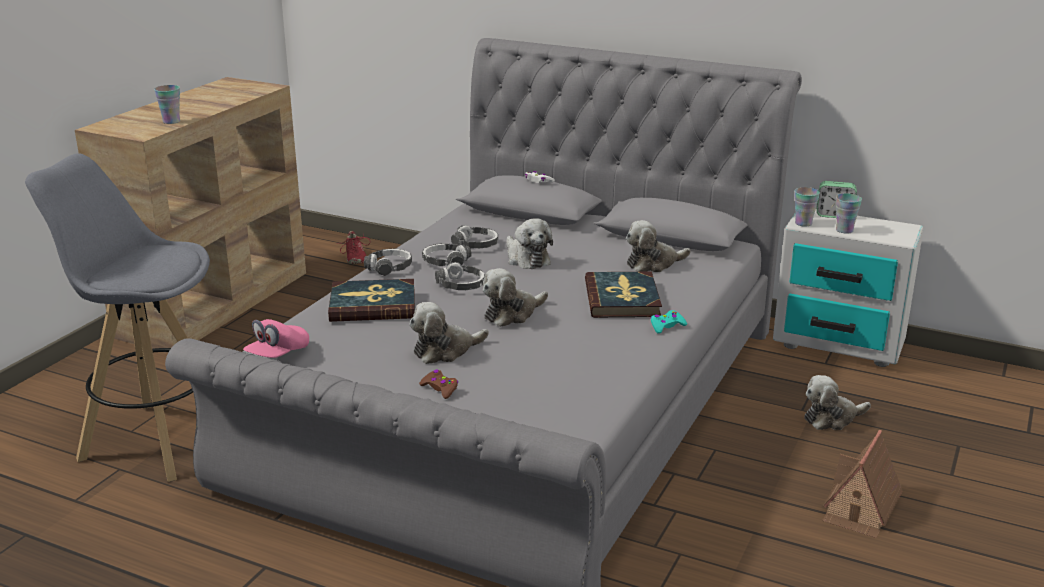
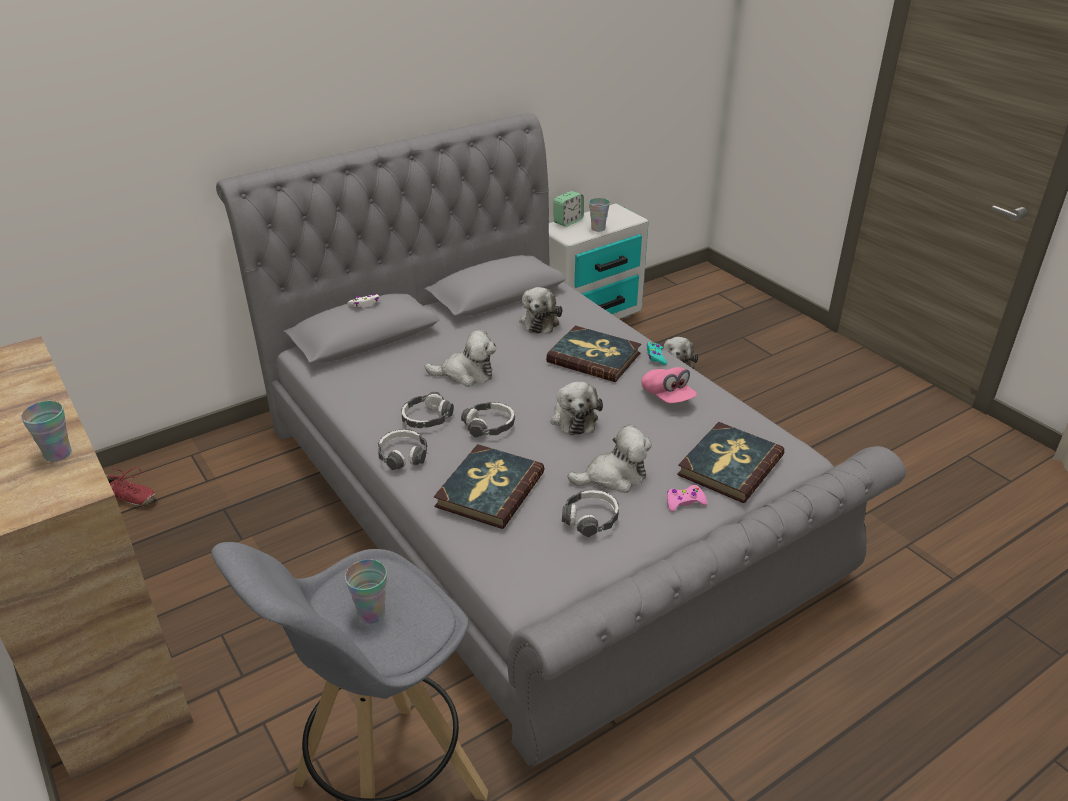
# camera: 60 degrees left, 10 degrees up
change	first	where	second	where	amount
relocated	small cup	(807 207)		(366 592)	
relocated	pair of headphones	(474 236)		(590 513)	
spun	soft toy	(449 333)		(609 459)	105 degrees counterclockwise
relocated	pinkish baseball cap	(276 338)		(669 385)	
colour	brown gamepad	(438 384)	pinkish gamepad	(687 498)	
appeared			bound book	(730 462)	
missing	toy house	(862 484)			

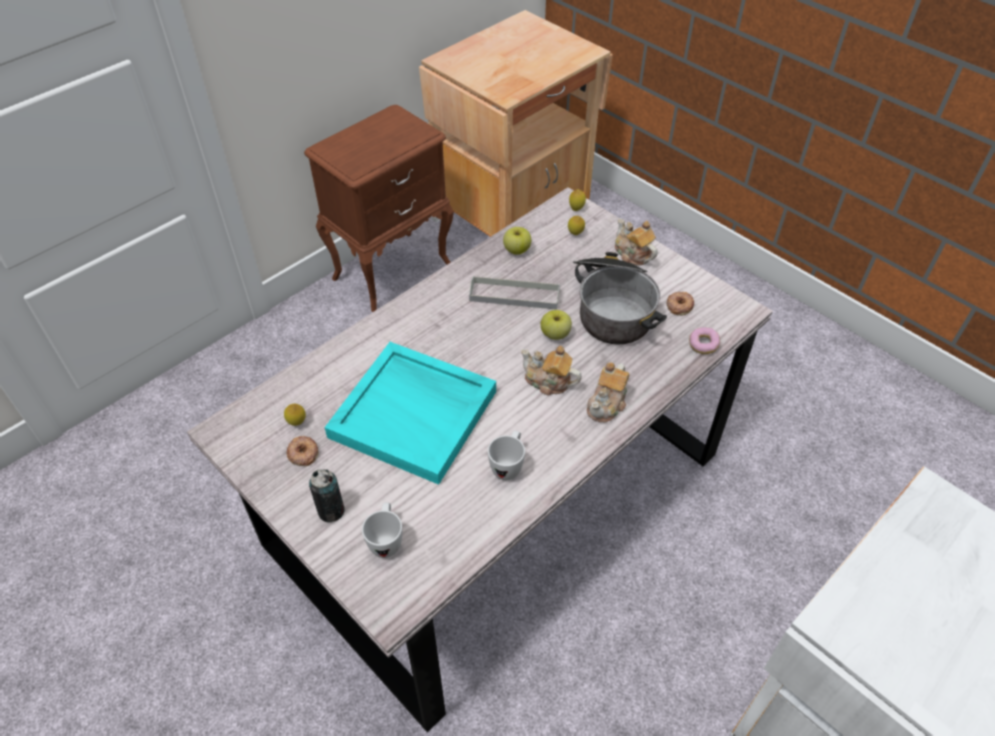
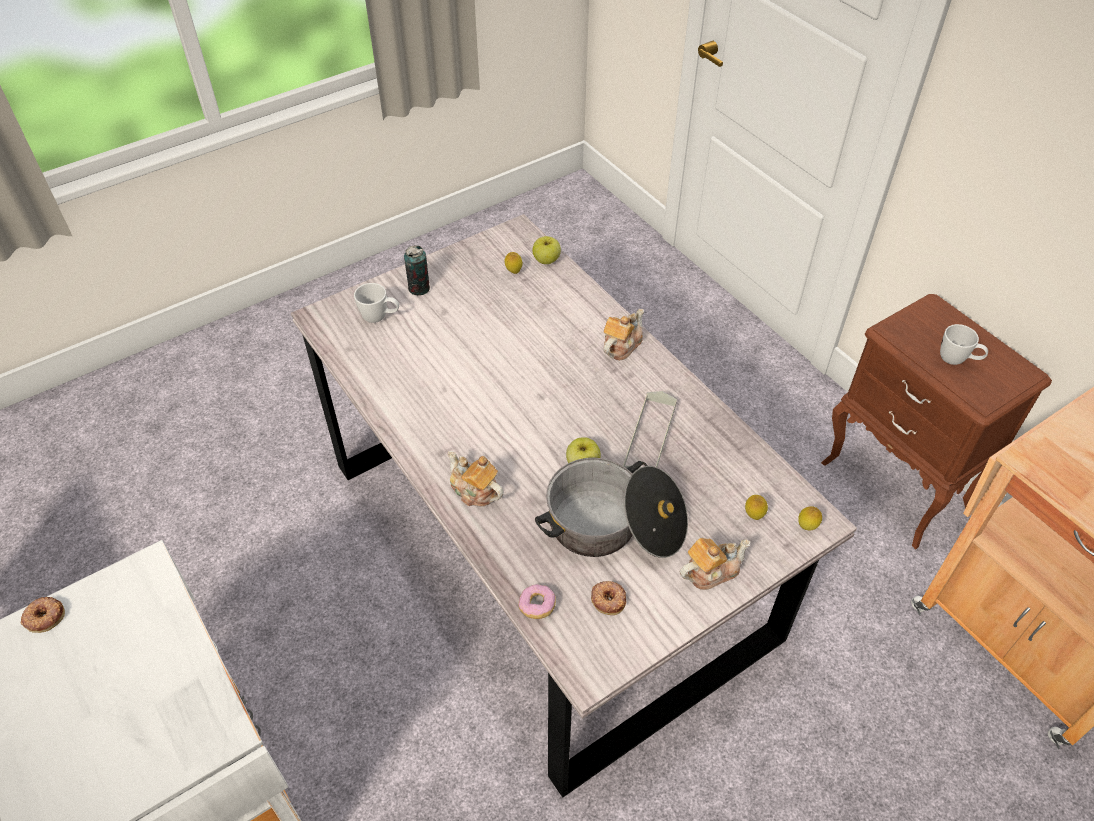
# camera: 100 degrees right, 0 degrees up
change	first	where	second	where	amount
relocated	donut	(302 451)		(43 615)	
relocated	apple fruit	(517 241)		(547 250)	
relocated	teapot	(551 371)		(623 334)	
relocated	white-coloured tea mug	(506 455)		(964 344)	
missing	blue-green serving tray	(410 413)			

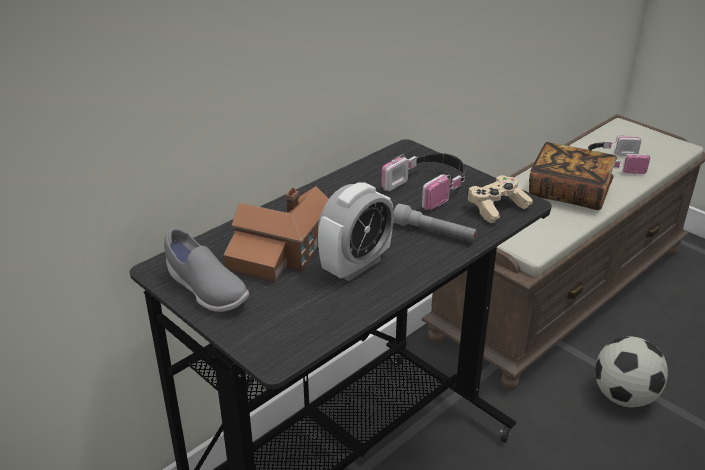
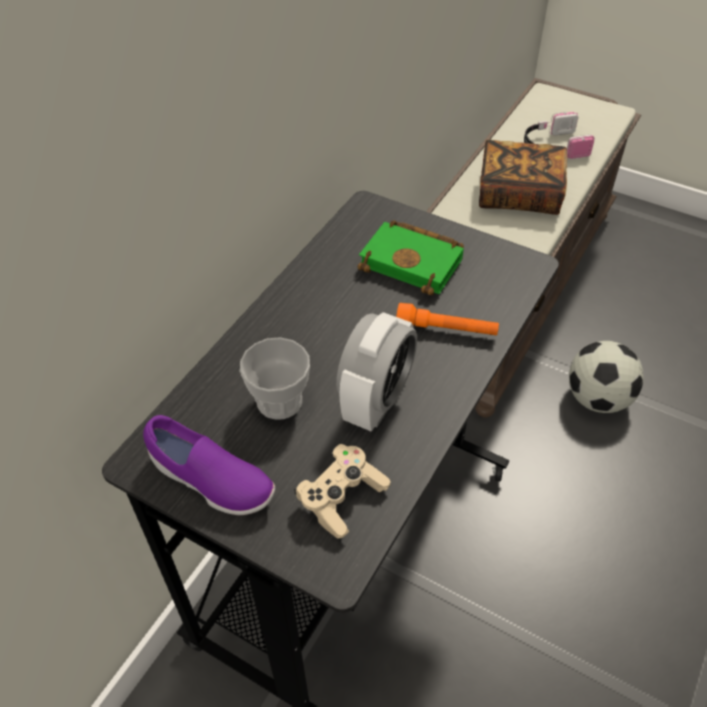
# camera: 15 degrees left, 15 degrees up
change	first	where	second	where	amount
colour	gray shoe	(206 269)	purple shoe	(209 465)	
exchanged	toy house	(276 235)	small cup	(275 378)	
relocated	beige-coloured gamepad	(500 199)		(342 491)	
exchanged	pair of headphones	(423 181)	green-coloured bound book	(411 258)	
colour	gray hand torch	(435 222)	orange-coloured hand torch	(447 319)	

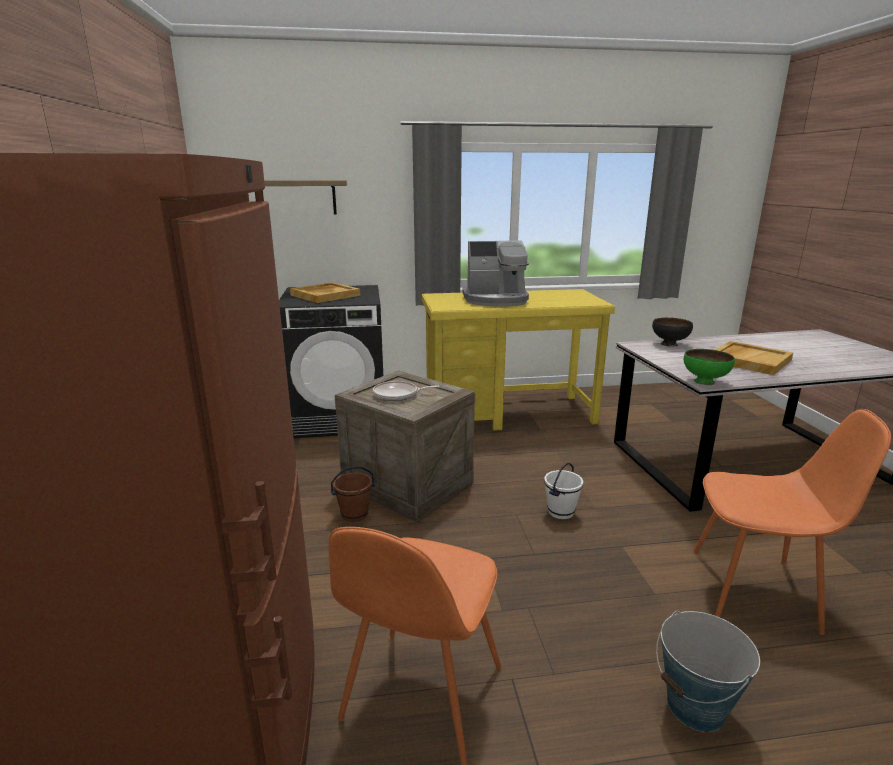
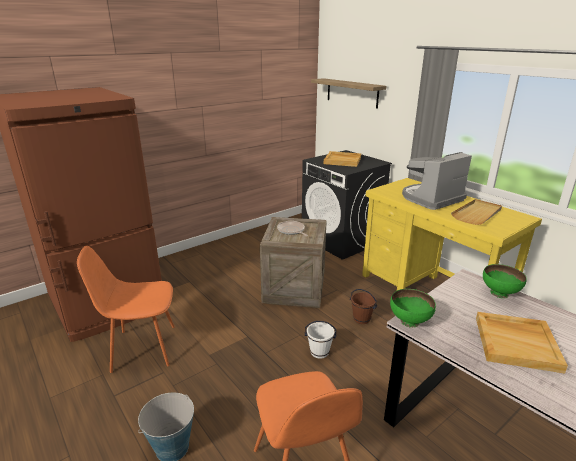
# camera: 60 degrees right, 5 degrees up
change	first	where	second	where	amount
relocated	brown bucket	(353 494)		(364 306)	
spun	coffee brewer	(495 274)		(437 181)	90 degrees clockwise
appeared			beige-coloured serving tray	(476 212)	
colour	black-coloured deep dish	(672 332)	green-coloured deep dish	(505 281)	

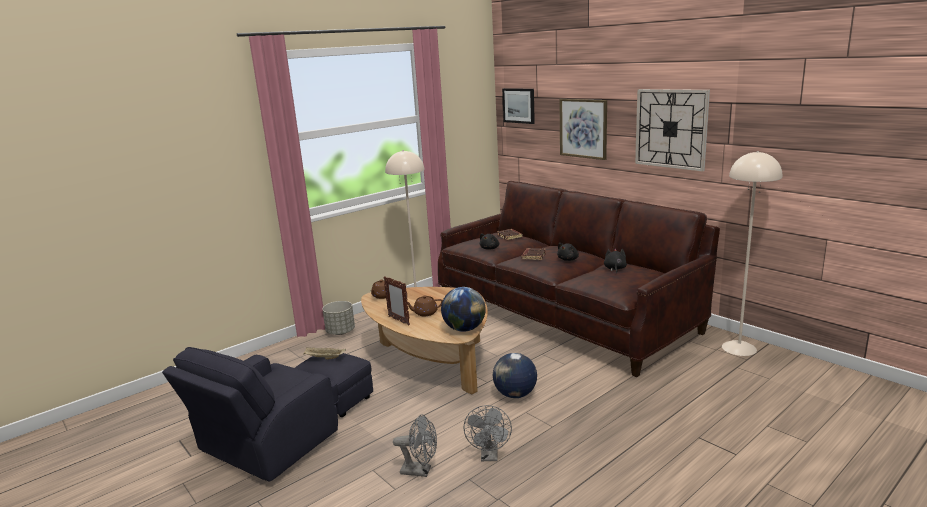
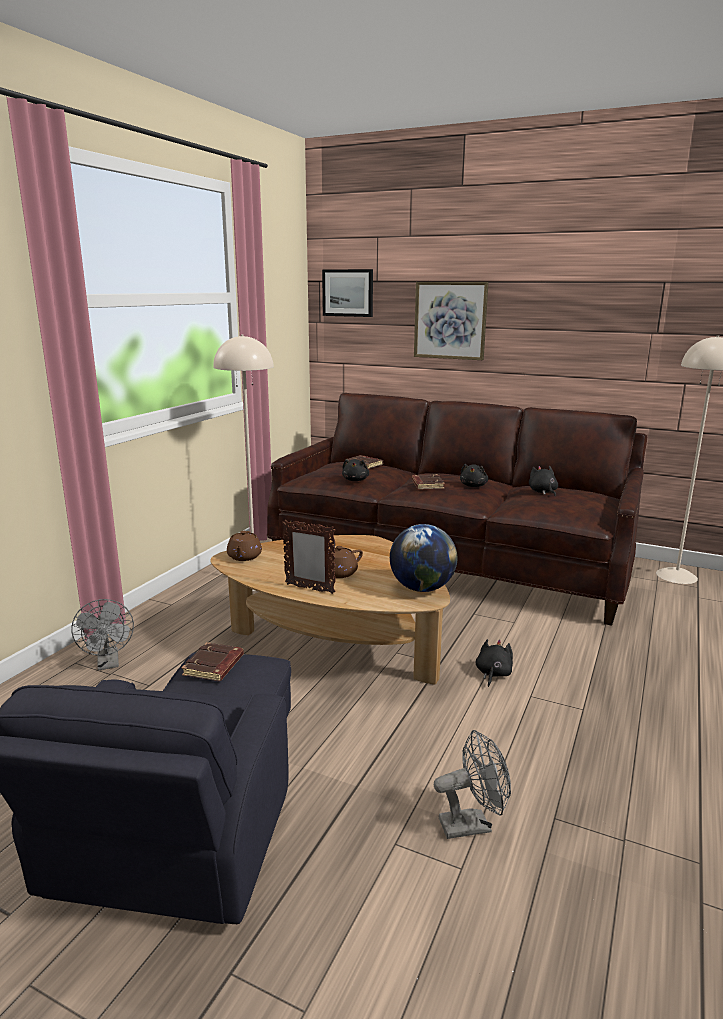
# camera: 25 degrees left, 0 degrees up
change	first	where	second	where	amount
relocated	gray fan	(487 433)		(102 634)	
exchanged	beige-coloured serving tray	(324 353)	brown bound book	(212 661)	
exchanged	globe	(515 375)	black-coloured soft toy	(494 663)	
missing	gray planter	(338 318)			
missing	wall clock	(672 130)			

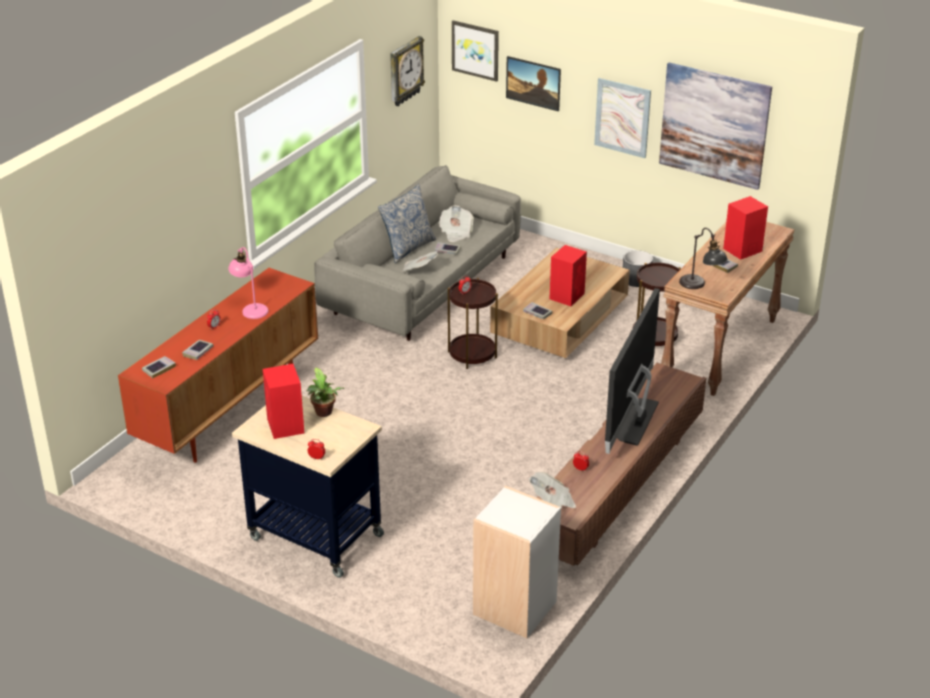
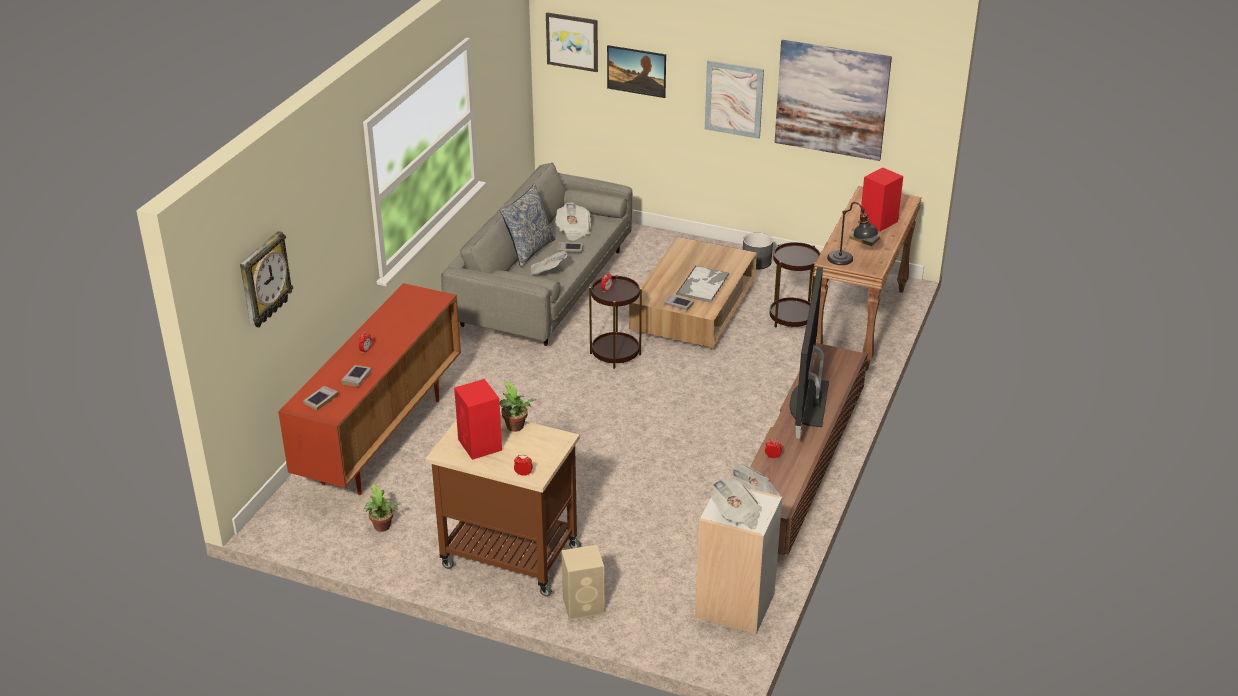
# camera: 10 degrees left, 0 degrees up
change	first	where	second	where	amount
relocated	wall clock	(407 71)		(266 279)	
appeared			potted plant	(383 508)	
colour	bluish cart	(308 487)	brown cart	(503 506)	
appeared			beige-coloured speaker	(583 582)	
exchanged	reddish speaker	(568 275)	serving tray	(703 284)	
appeared			newspaper	(736 503)	
missing	pinkish tabletop lamp	(248 283)			

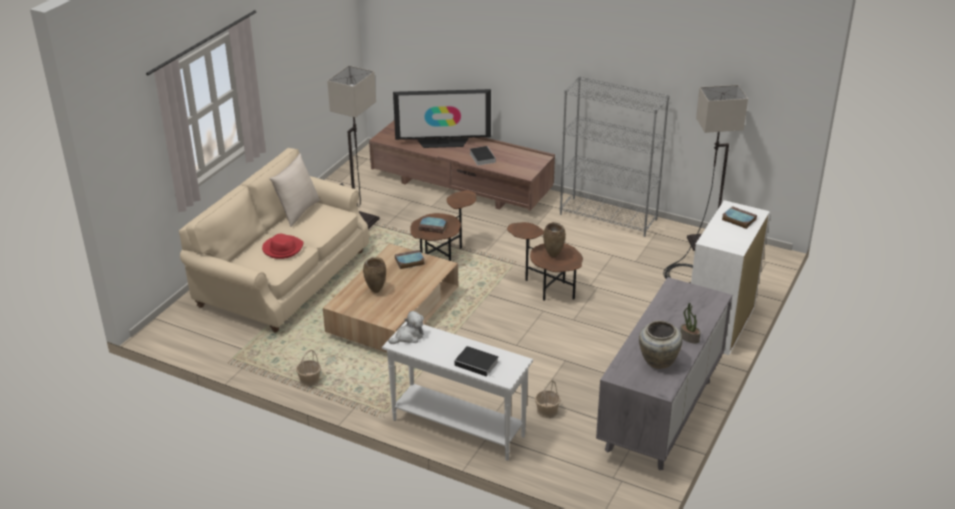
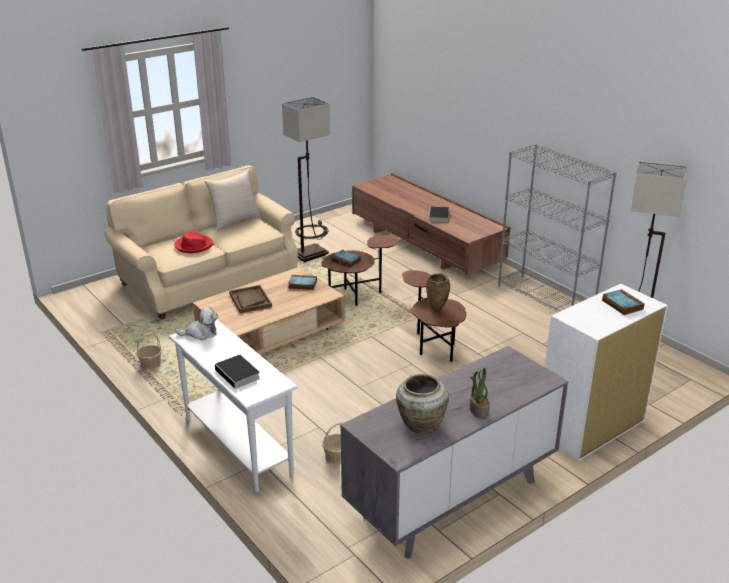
# camera: 25 degrees right, 5 degrees down
change	first	where	second	where	amount
exchanged	brown decorative vase	(374 275)	brown serving tray	(250 299)	
missing	TV	(442 118)			

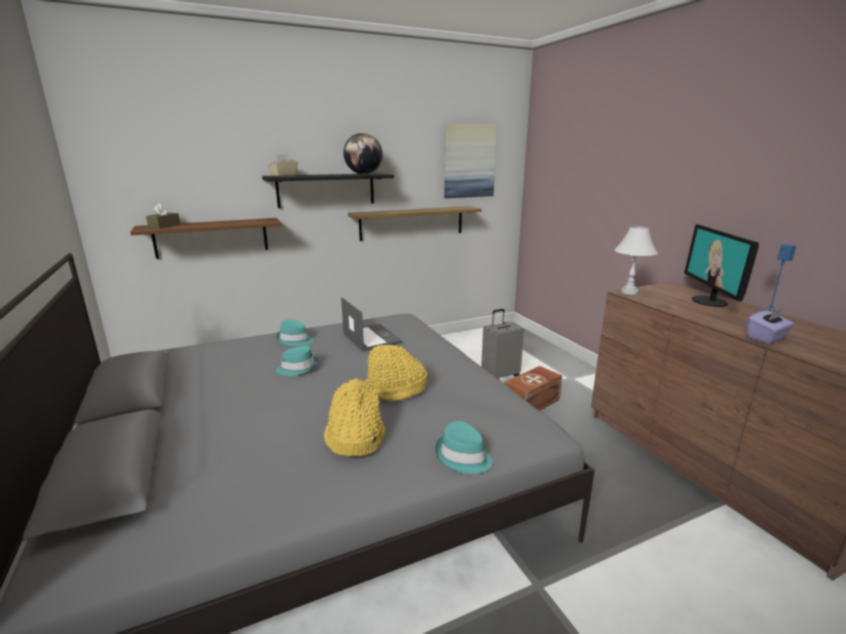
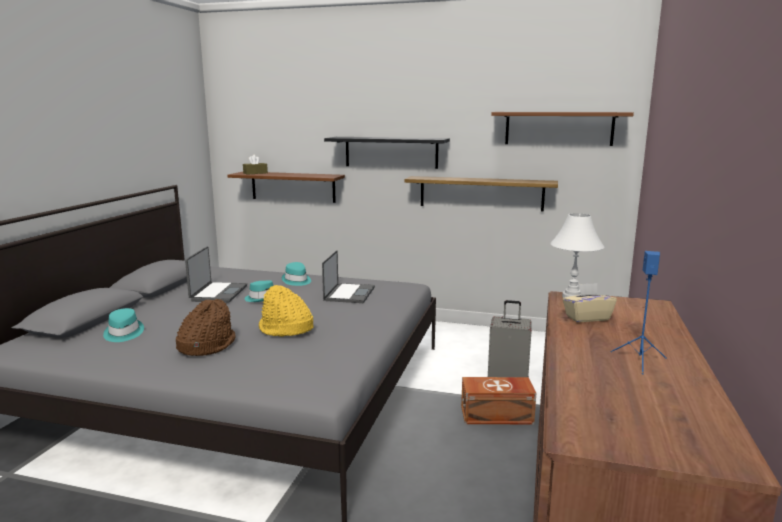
# camera: 40 degrees right, 5 degrees down
change	first	where	second	where	amount
relocated	blue-green hat	(463 447)		(123 325)	
colour	yellow-coloured hat	(354 417)	brown hat	(206 327)	
appeared			portable computer	(216 274)	
exchanged	picture	(470 161)	brown bracket shelf	(562 129)	
relocated	beige-coloured tissue holder	(283 165)		(590 302)	
missing	globe	(363 153)			
missing	computer display	(721 265)			
missing	purple tissue holder	(771 326)			

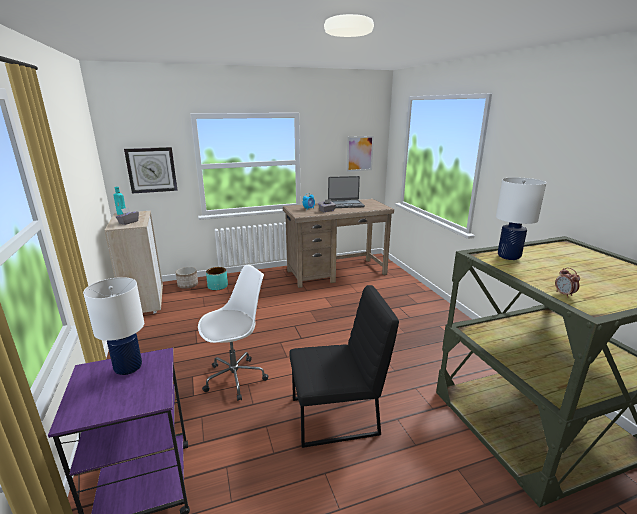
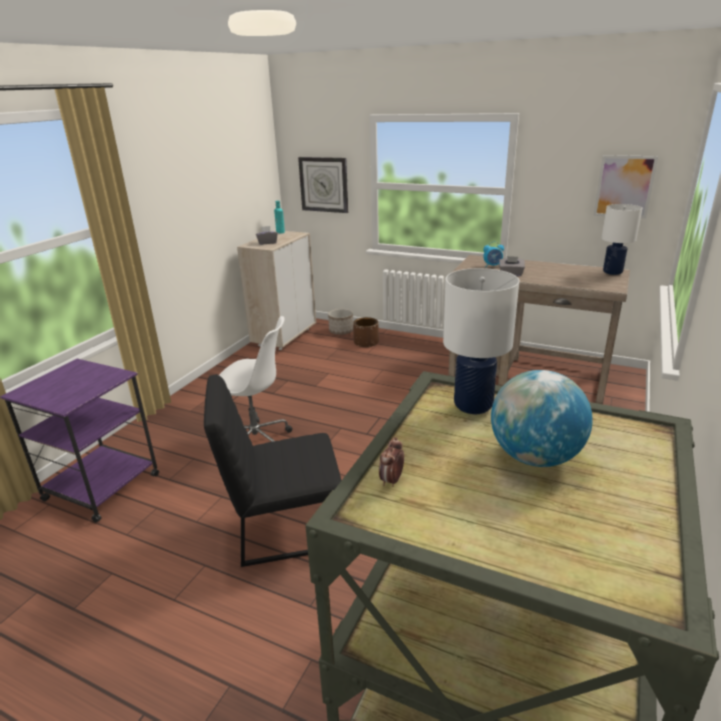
# camera: 45 degrees right, 5 degrees up
change	first	where	second	where	amount
spun	black-coloured plain chair	(344 366)		(272 470)	135 degrees clockwise
colour	blue-green planter	(217 278)	brown planter	(366 332)	
appeared			globe	(542 418)	
relocated	white-coloured tabletop lamp	(113 326)		(621 239)	
missing	portable computer	(346 192)			

